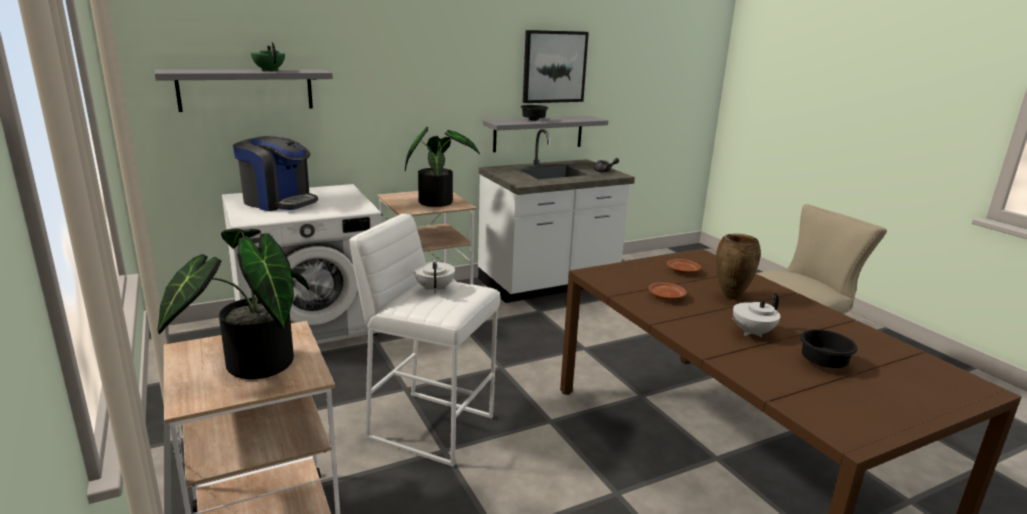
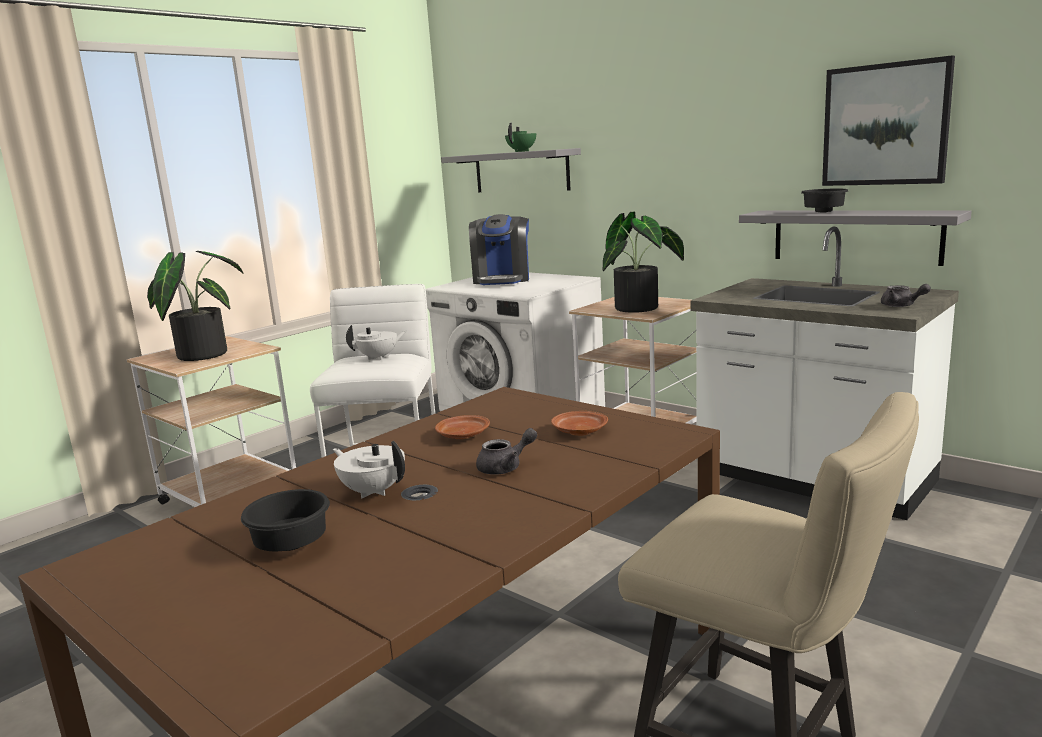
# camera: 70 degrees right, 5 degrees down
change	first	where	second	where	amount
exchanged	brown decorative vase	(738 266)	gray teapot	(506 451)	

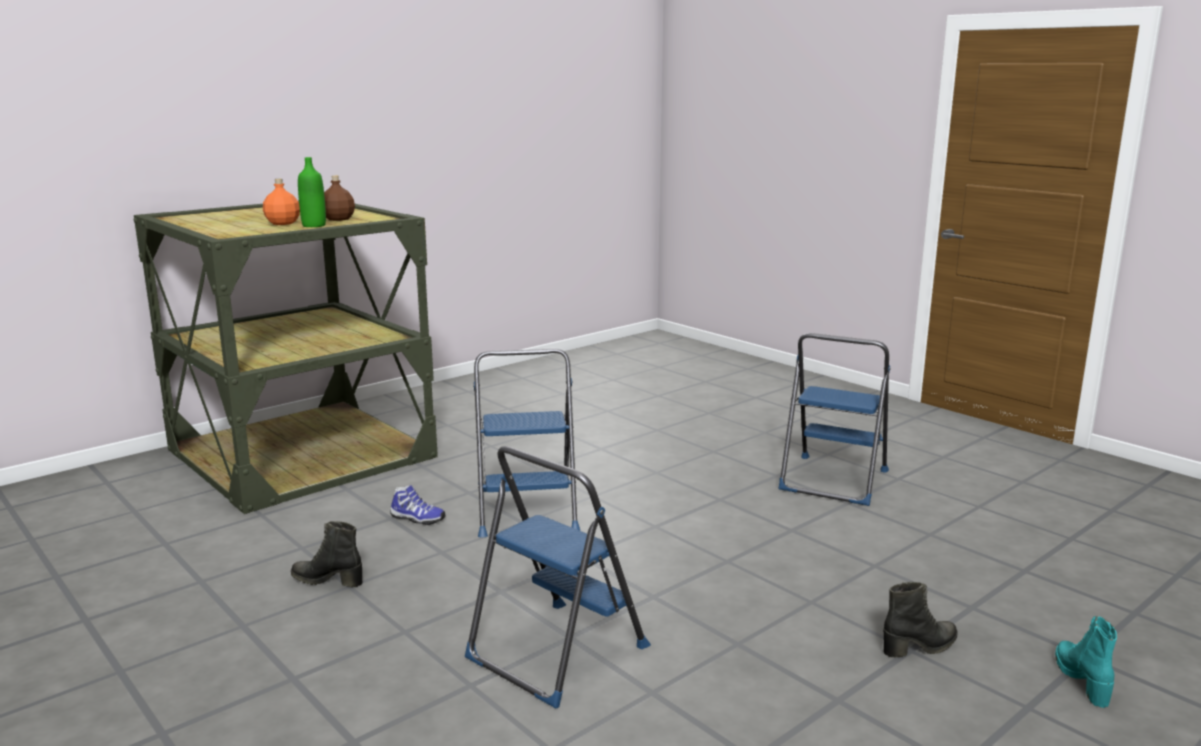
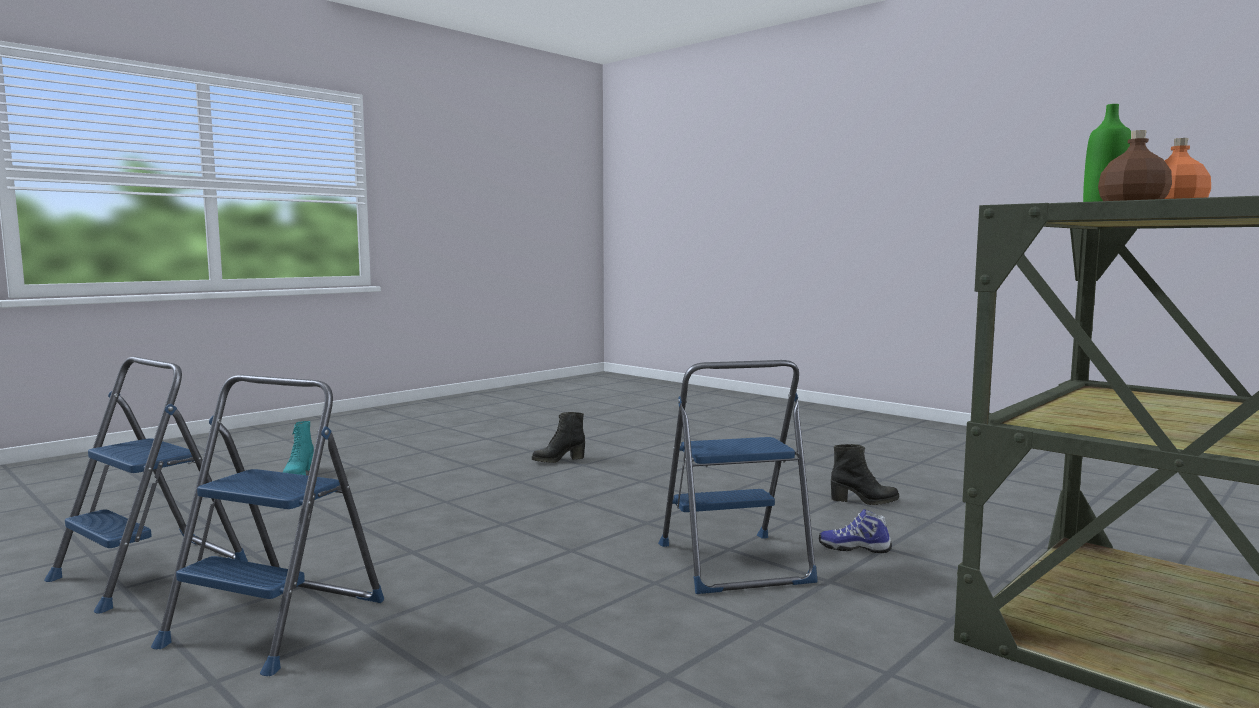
# camera: 175 degrees right, 10 degrees down
change	first	where	second	where	amount
relocated	bluish stepladder	(558 577)		(146 485)	
relocated	black-coloured high-top boot	(920 620)		(558 437)	

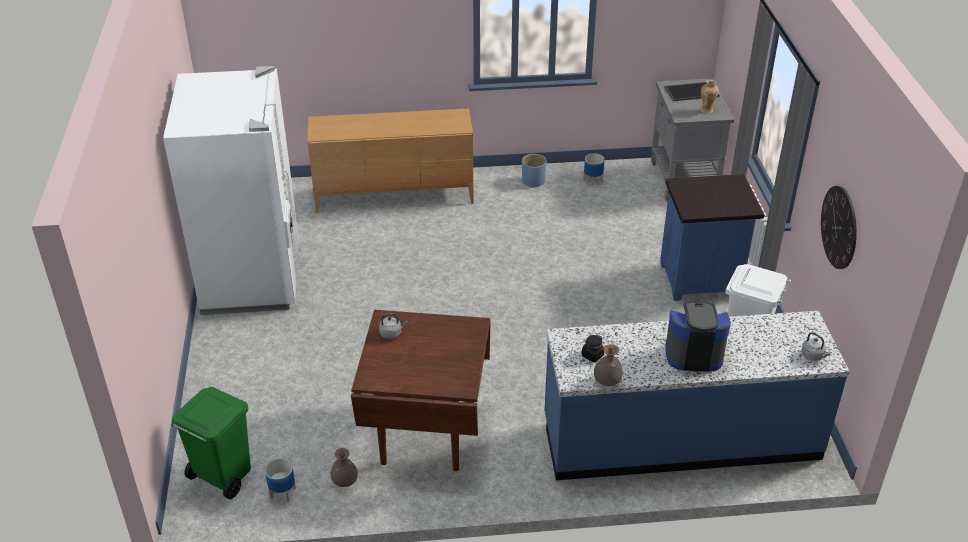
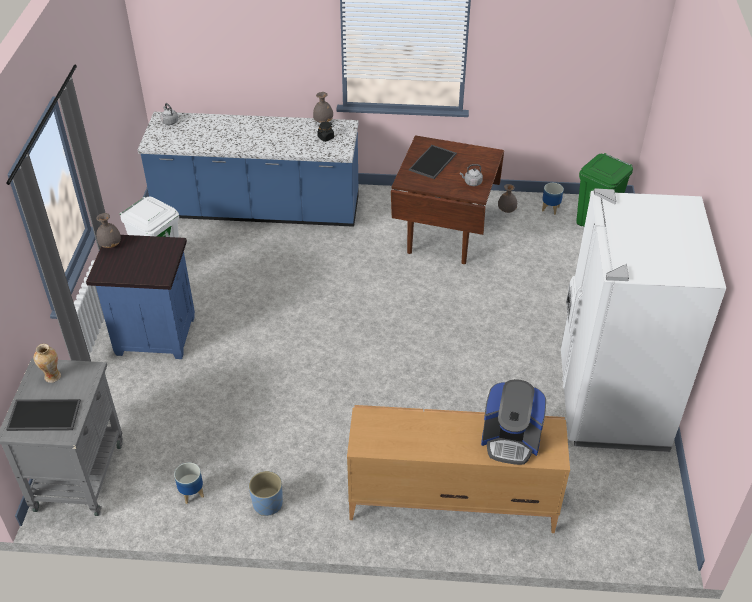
# camera: 170 degrees left, 5 degrees up
change	first	where	second	where	amount
appeared			gray decorative vase	(108 230)	
appeared			serving tray	(433 162)	
relocated	coffee brewer	(698 336)		(513 422)	
missing	wall clock	(839 227)			

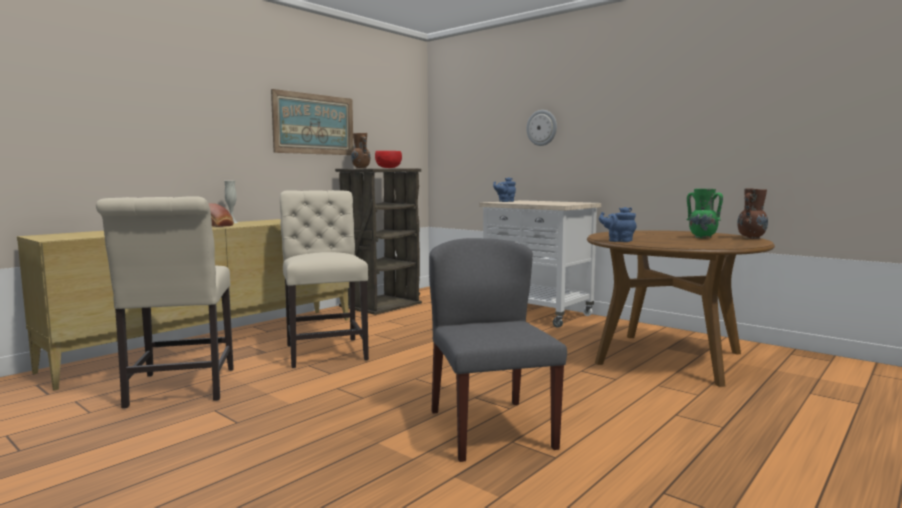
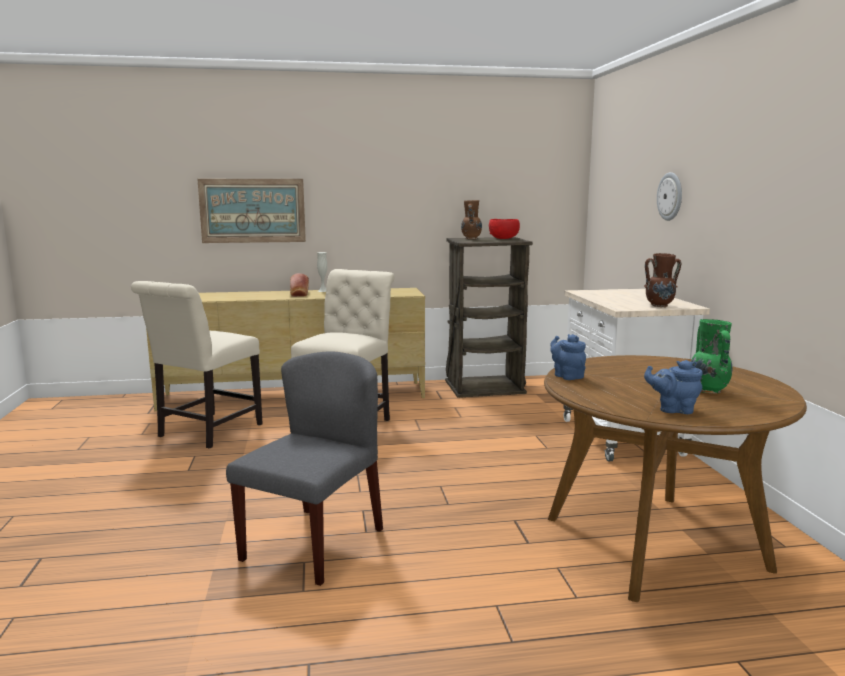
# camera: 40 degrees right, 5 degrees up
change	first	where	second	where	amount
relocated	picture	(312 122)		(251 211)	
relocated	brown decorative vase	(752 213)		(662 280)	
relocated	bluish teapot	(504 189)		(673 387)	

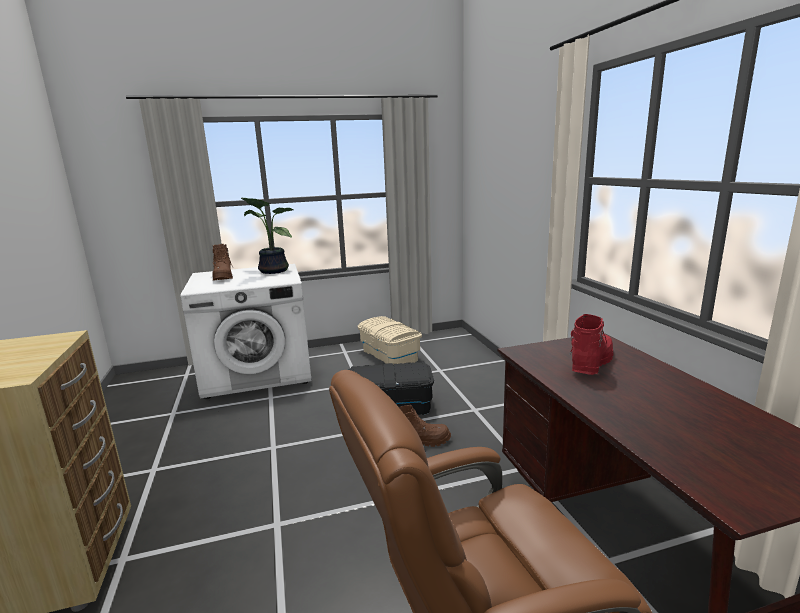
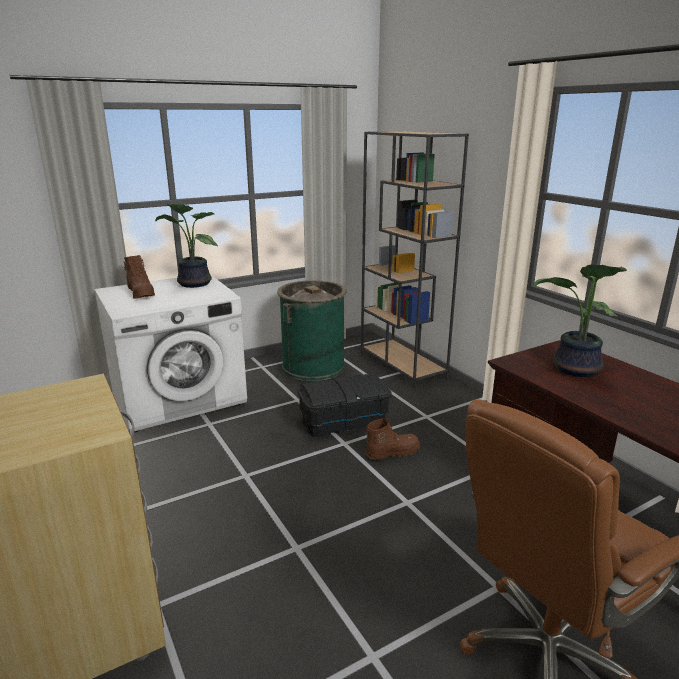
# camera: 15 degrees left, 5 degrees up
change	first	where	second	where	amount
exchanged	beige-coloured storage bin	(390 340)	green-coloured waste bin	(312 330)	
appeared			bookshelf	(415 260)	
exchanged	reddish high-top boot	(591 344)	potted plant	(580 320)	

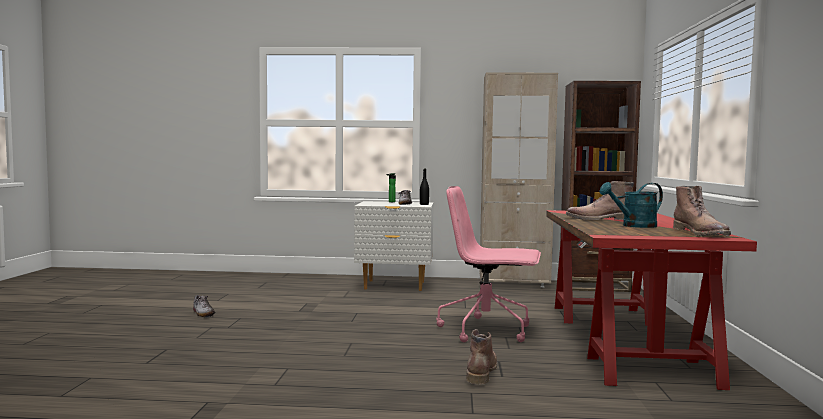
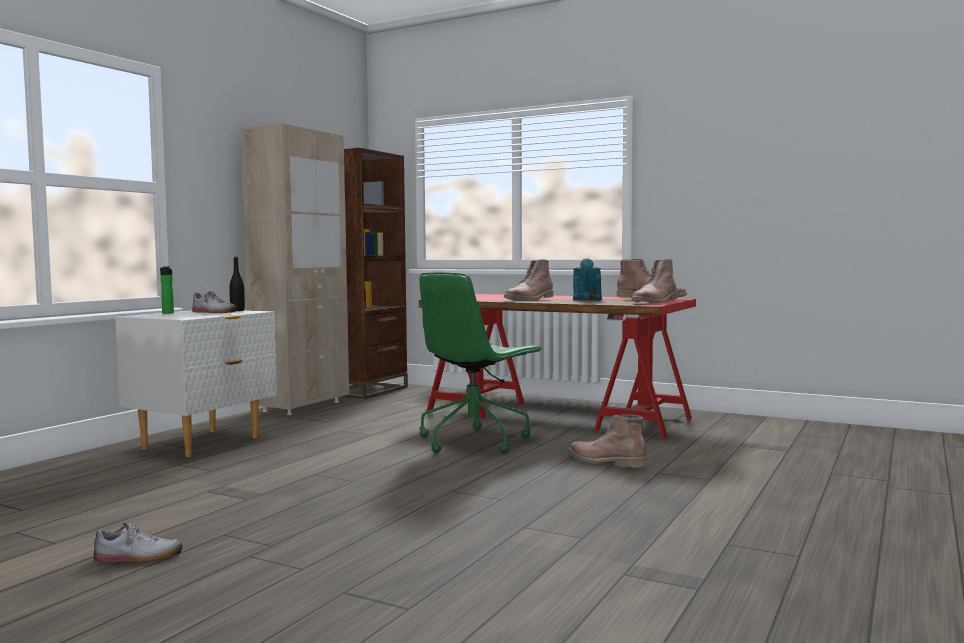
# camera: 65 degrees left, 0 degrees up
change	first	where	second	where	amount
colour	pinkish computer chair	(488 264)	green-coloured computer chair	(480 363)	
appeared			brown high-top boot	(654 281)	

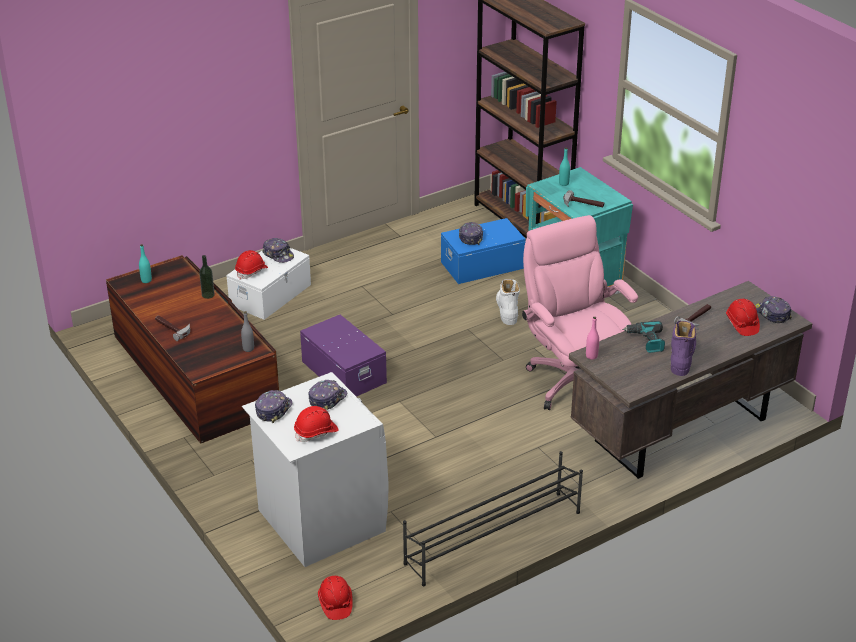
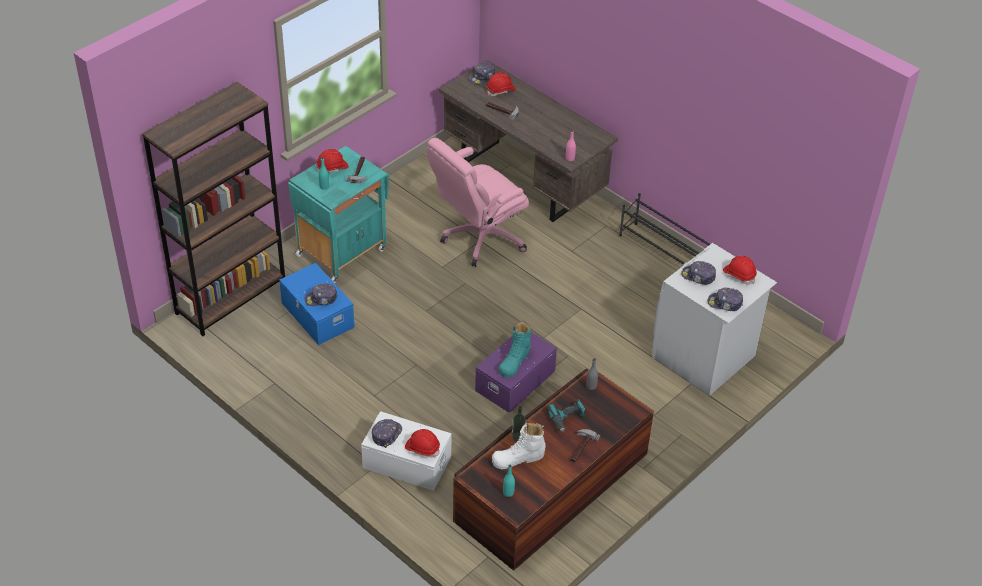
# camera: 105 degrees left, 10 degrees up
change	first	where	second	where	amount
relocated	reddish safety helmet	(335 598)		(333 161)	
relocated	white-coloured high-top boot	(508 302)		(518 446)	
appeared			blue-green high-top boot	(515 349)	
relocated	electric drill	(643 337)		(565 416)	
missing	purple high-top boot	(683 348)			

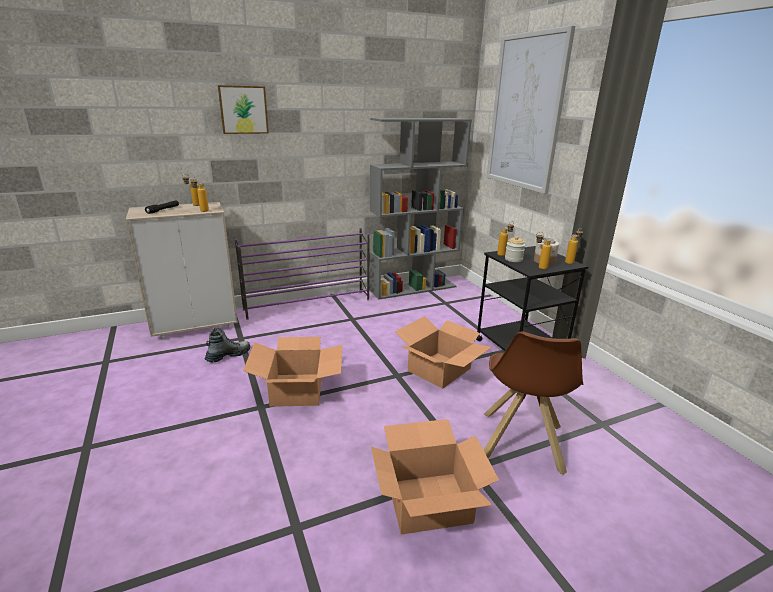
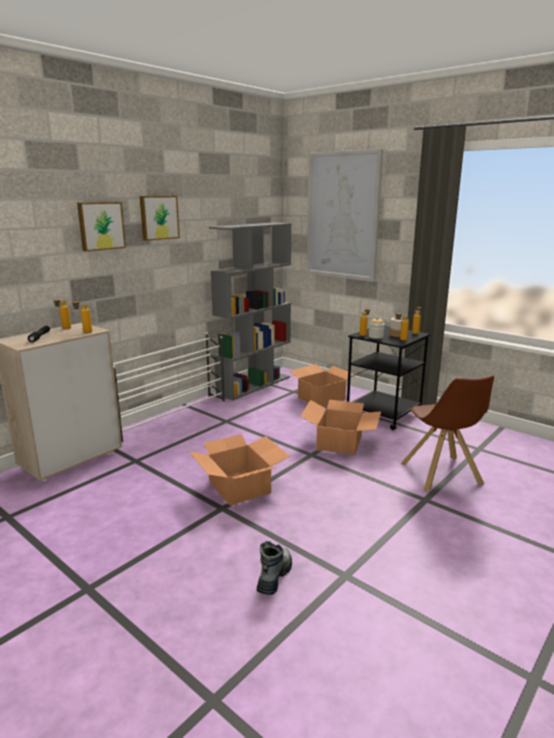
# camera: 25 degrees left, 5 degrees down
change	first	where	second	where	amount
colour	purple shoe stand	(302 274)	white-coloured shoe stand	(169 388)	
appeared			picture	(160 218)	
relocated	high-top boot	(227 345)		(274 568)	
relocated	packing box	(435 477)		(323 385)	

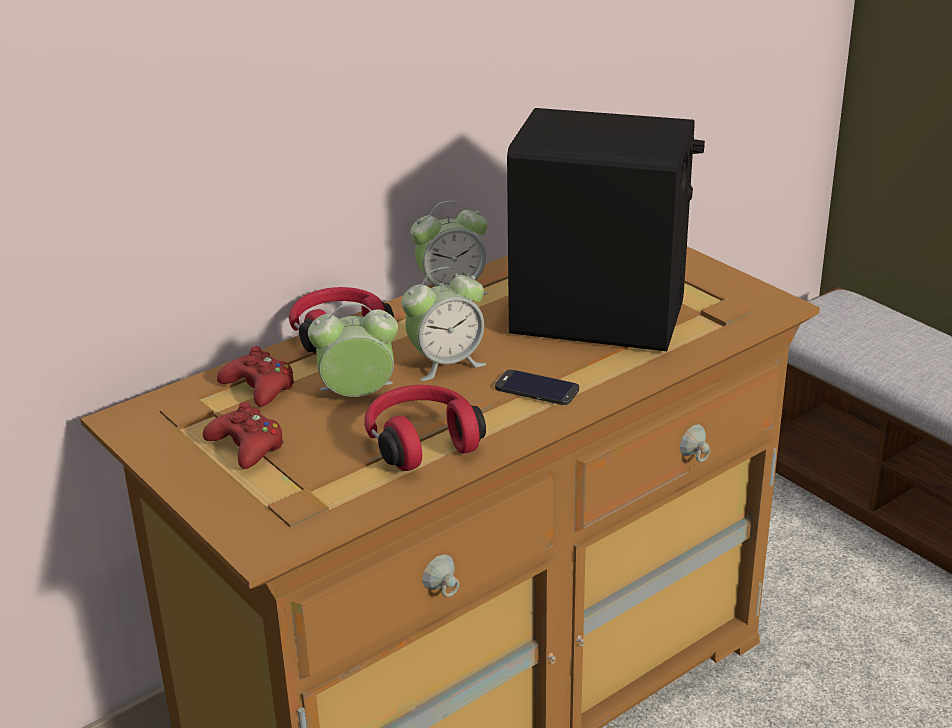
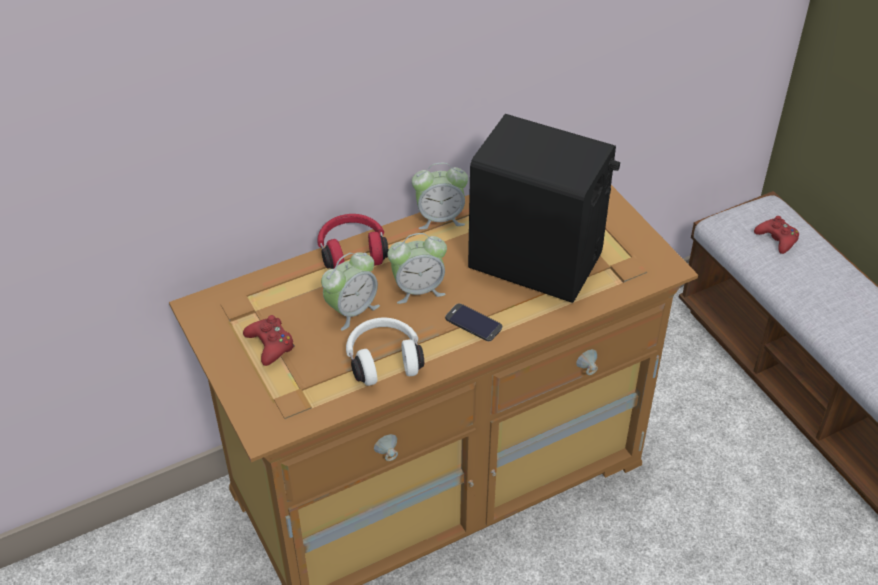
# camera: 10 degrees right, 15 degrees up
change	first	where	second	where	amount
spun	alarm clock	(353 350)		(350 291)	135 degrees clockwise
colour	reddish pair of headphones	(425 428)	white-coloured pair of headphones	(385 351)	
relocated	reddish gamepad	(256 376)		(776 235)	

